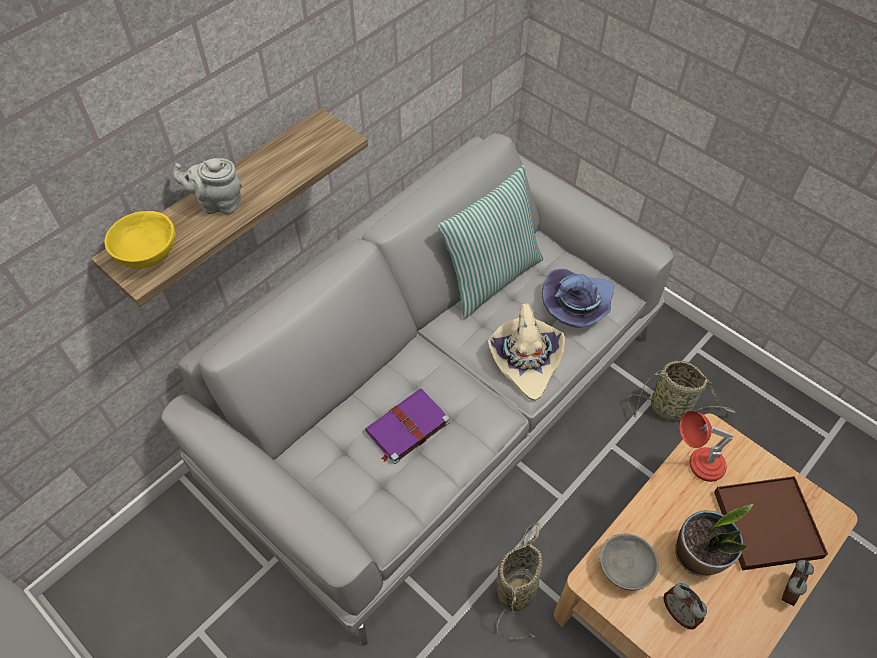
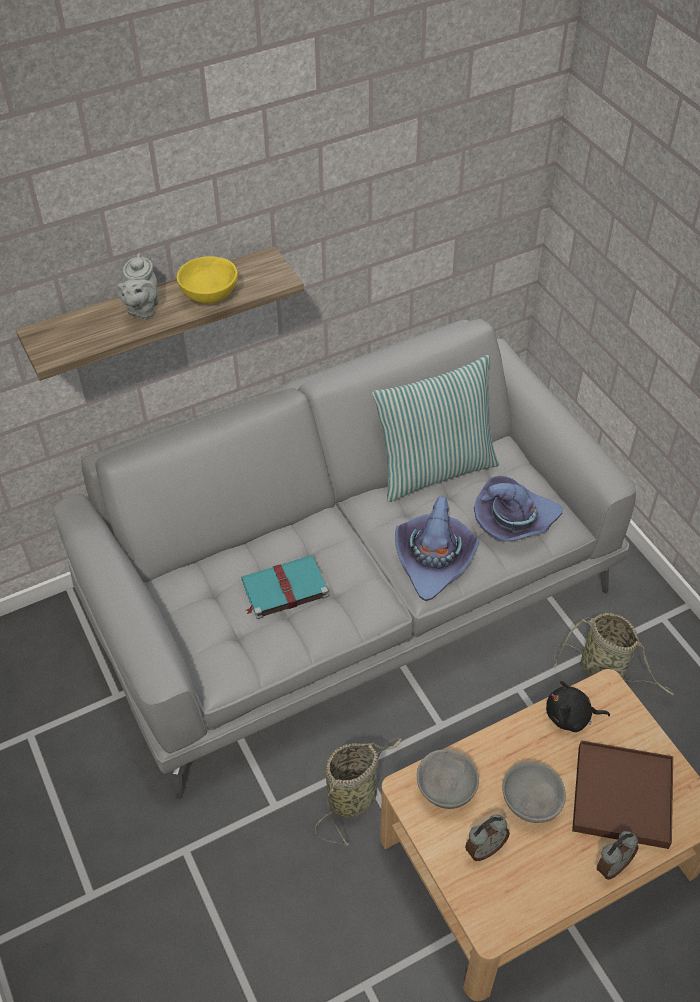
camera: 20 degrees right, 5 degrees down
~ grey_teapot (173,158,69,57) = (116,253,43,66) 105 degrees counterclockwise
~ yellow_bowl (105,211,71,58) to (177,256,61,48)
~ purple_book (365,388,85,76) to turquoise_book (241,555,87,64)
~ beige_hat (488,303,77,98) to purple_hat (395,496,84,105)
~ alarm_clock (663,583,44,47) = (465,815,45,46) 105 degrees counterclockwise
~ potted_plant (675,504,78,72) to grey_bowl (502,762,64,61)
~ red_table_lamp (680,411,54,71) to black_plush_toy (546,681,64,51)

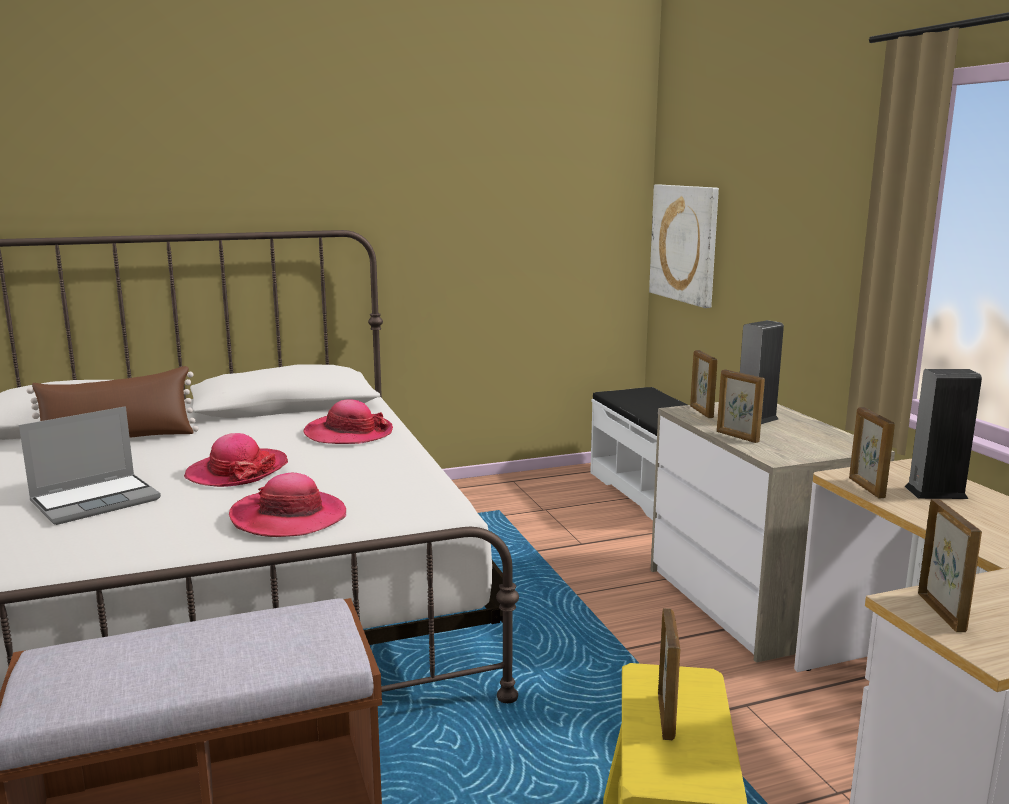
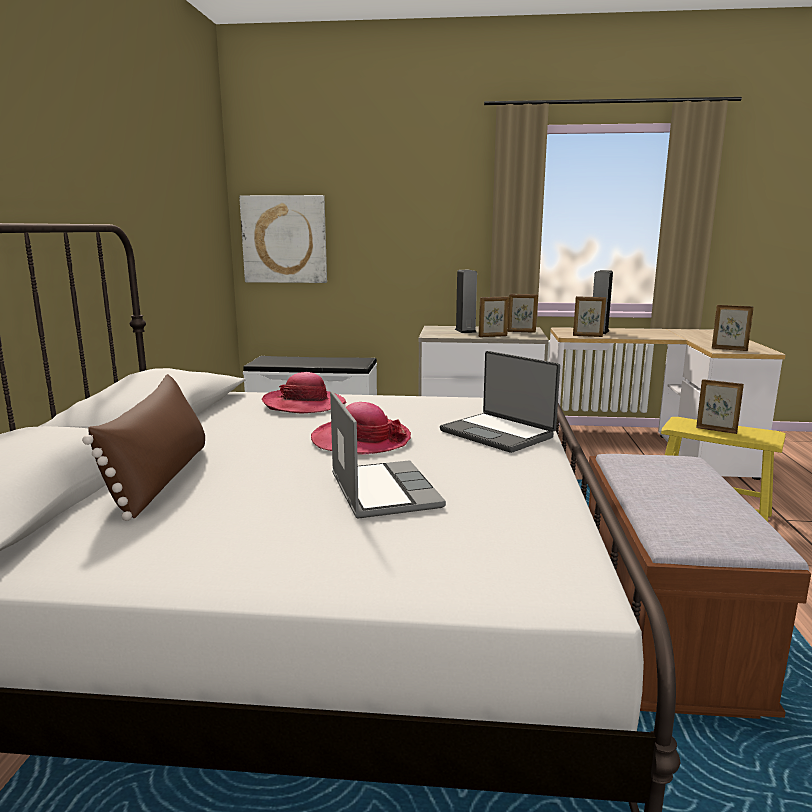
camera: 65 degrees left, 0 degrees up
~ hat (229,473,117,64) to laptop (440,351,120,102)
~ picture_frame (690,350,28,68) to (508,294,30,39)

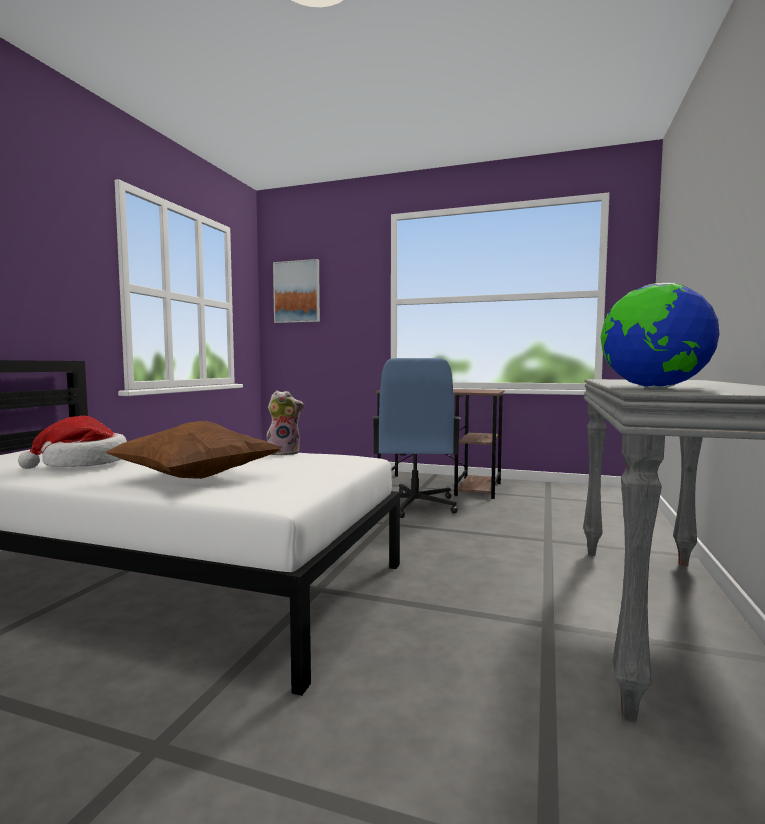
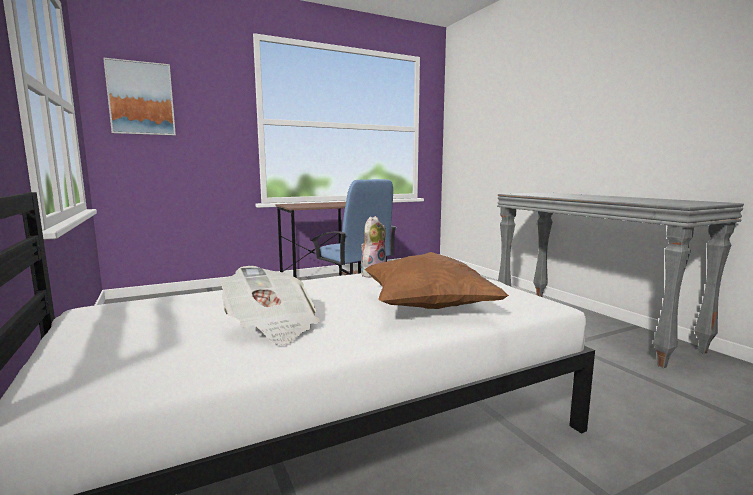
camera: 45 degrees left, 5 degrees up
~ hat (18,416,109,53) to newspaper (221,266,99,79)
- globe (601,283,118,105)

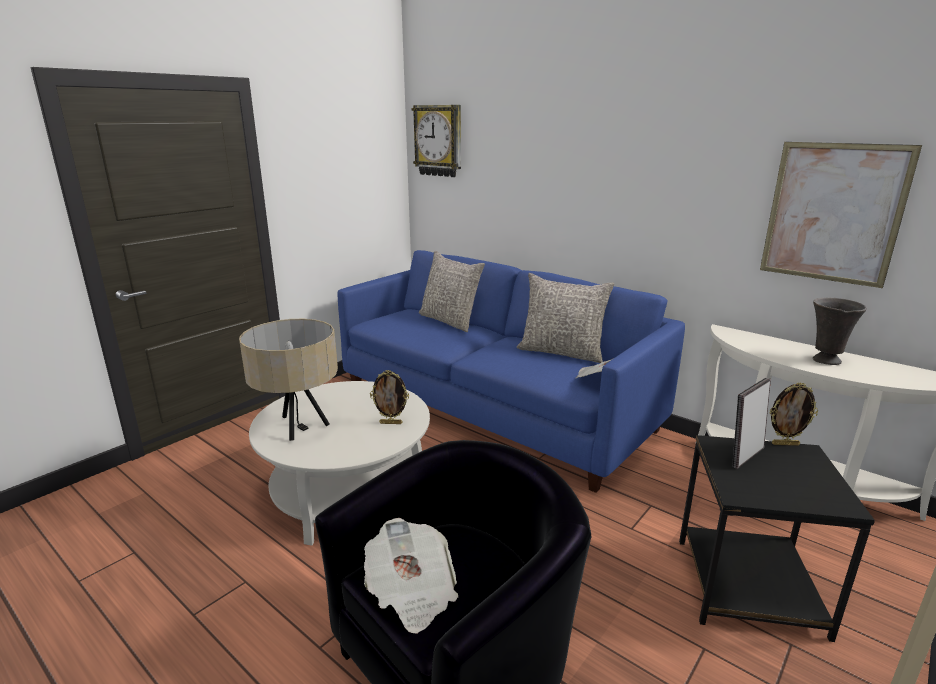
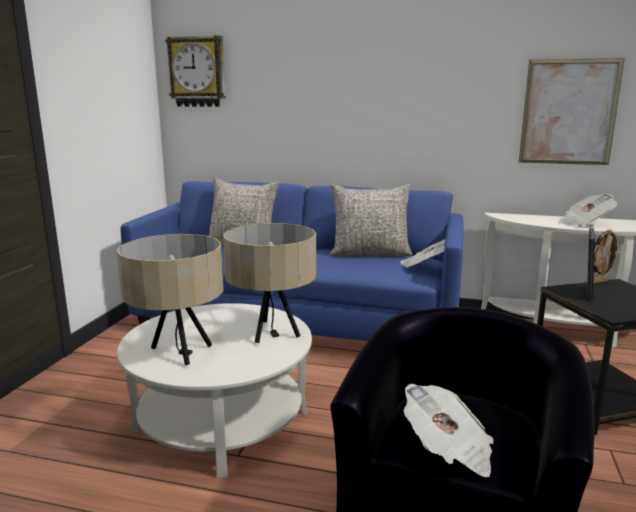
camera: 25 degrees left, 5 degrees down
~ picture_frame (370,370,39,54) to beige_table_lamp (223,223,93,120)
~ grey_vase (813,298,54,67) to newspaper (558,194,59,32)

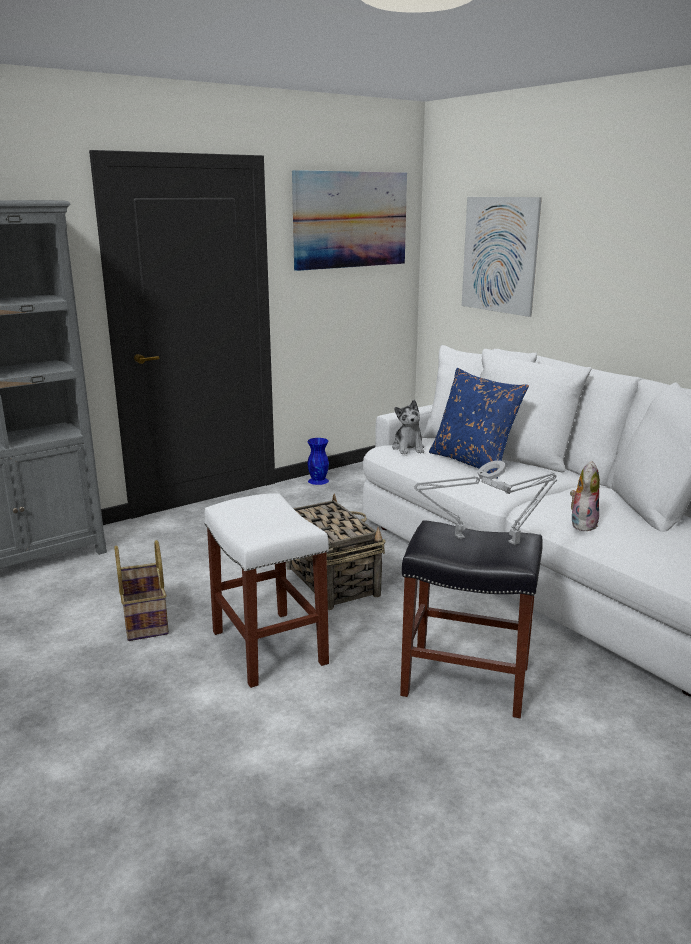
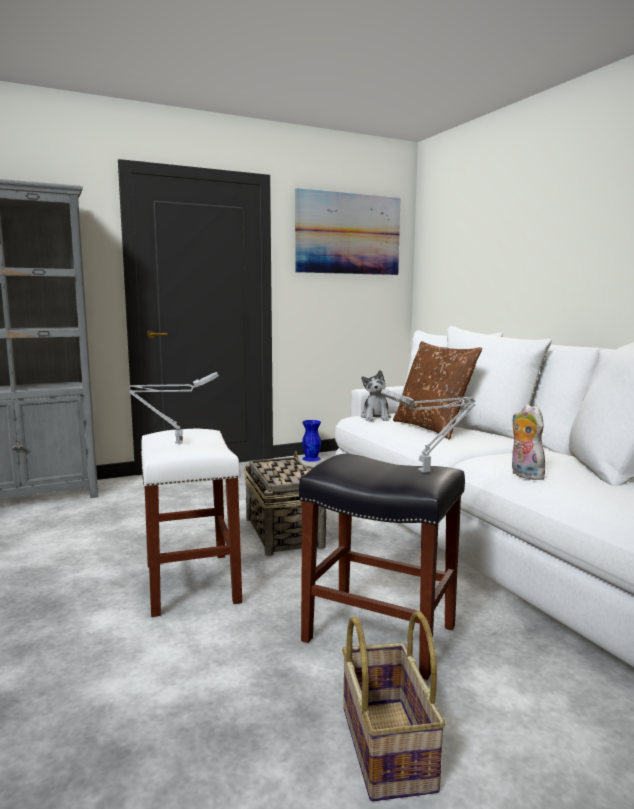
camera: 10 degrees right, 10 degrees down
~ grey_table_lamp (414,460,92,79) to (127,372,92,72)
~ basket (114,540,55,101) to (342,611,104,191)
~ blue_pillow (429,368,100,111) to brown_pillow (393,341,89,98)
~ plush_toy (570,461,30,70) = (512,404,34,76) 60 degrees counterclockwise
- picture (462,197,80,120)

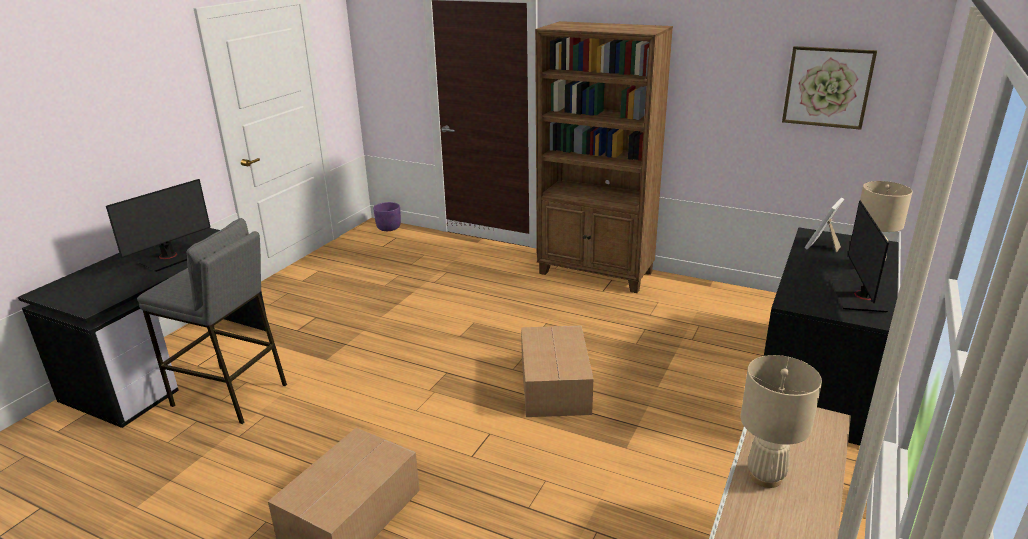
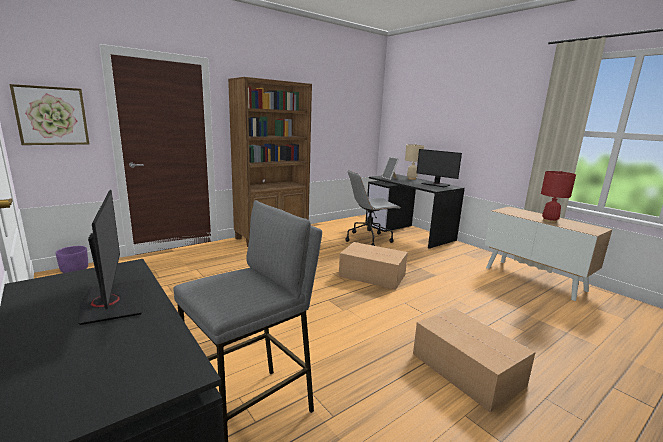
camera: 65 degrees left, 10 degrees down
~ picture (782,46,95,84) to (9,84,80,61)
+ grey_office_chair (345,170,55,76)
~ beige_table_lamp (740,355,82,133) to red_table_lamp (541,171,35,52)

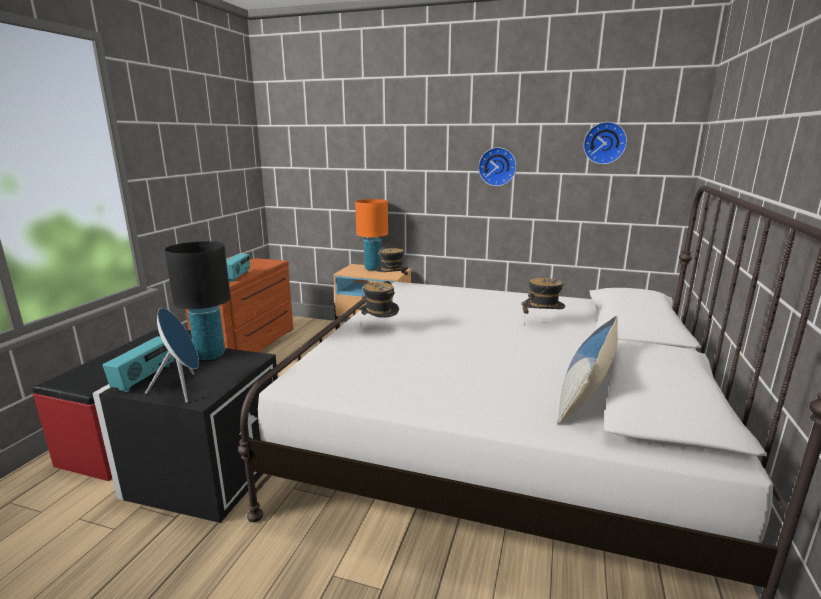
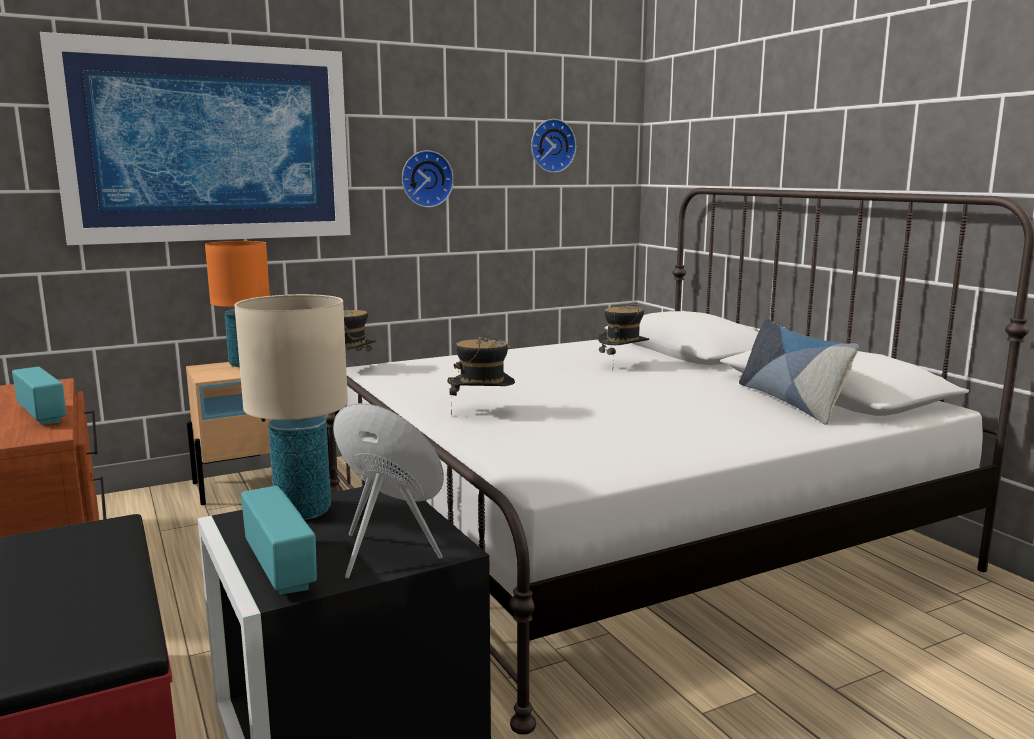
camera: 45 degrees left, 5 degrees down
+ picture (40,32,310,213)
~ black_table_lamp (164,241,67,119) to beige_table_lamp (234,294,114,226)

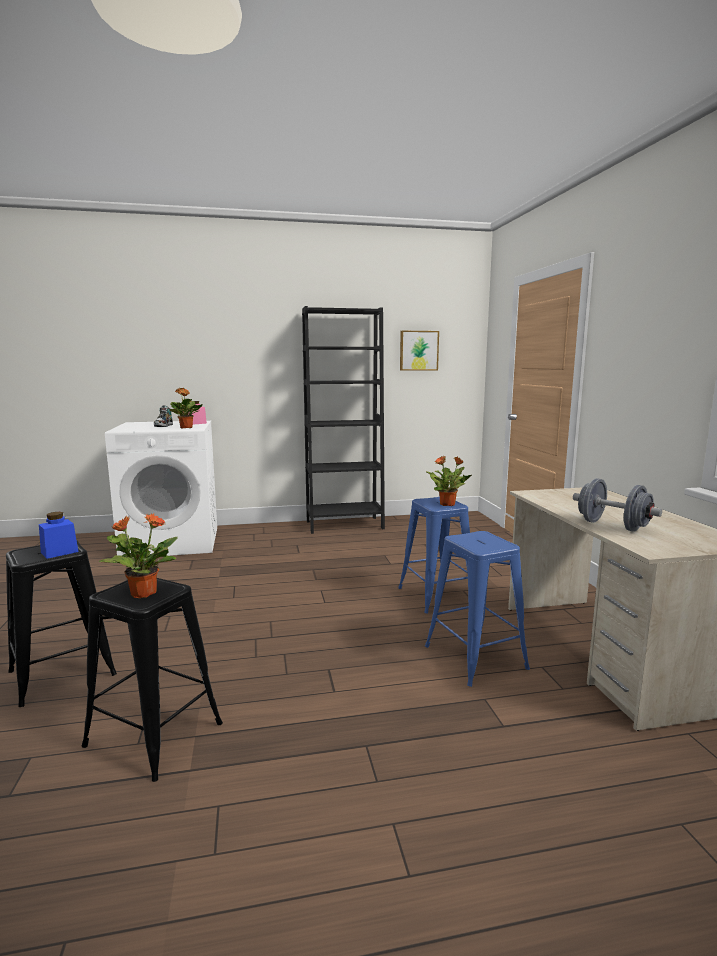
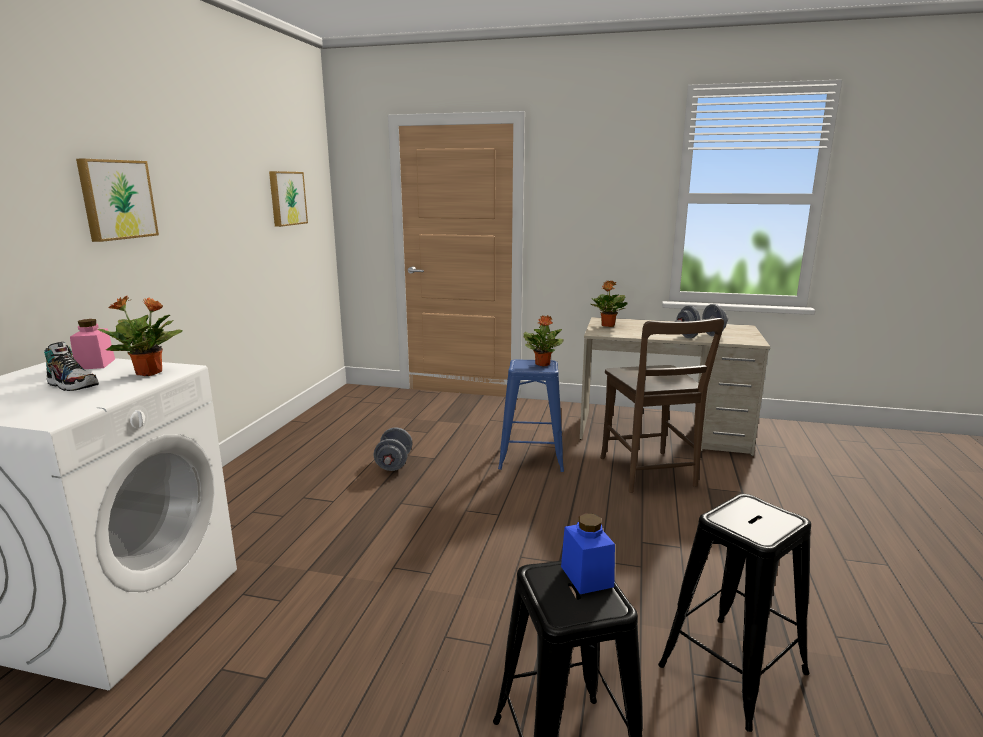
camera: 65 degrees left, 5 degrees up
+ picture (76,159,83,83)
+ grey_dumbbell (374,427,38,44)
~ potted_plant (99,513,79,85) to (591,280,37,47)
~ blue_stool (425,531,105,156) to brown_chair (600,318,124,175)
- black_bookcase (302,306,83,228)

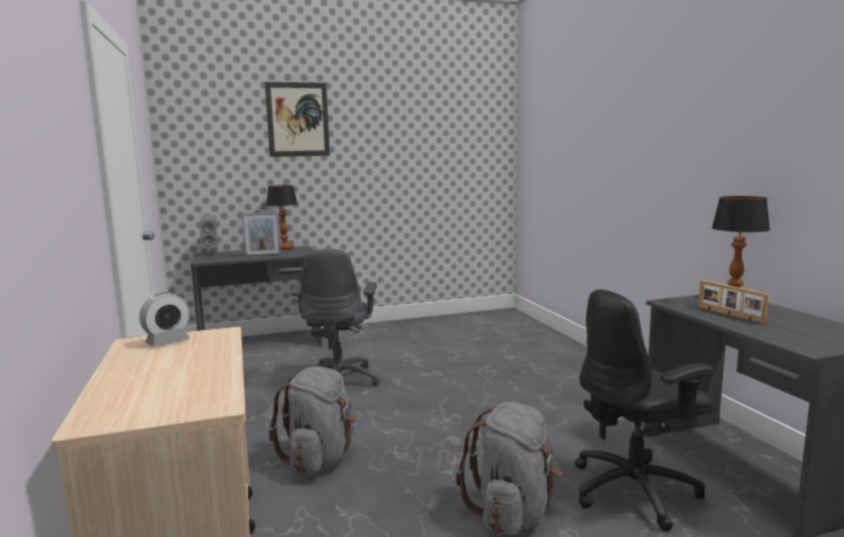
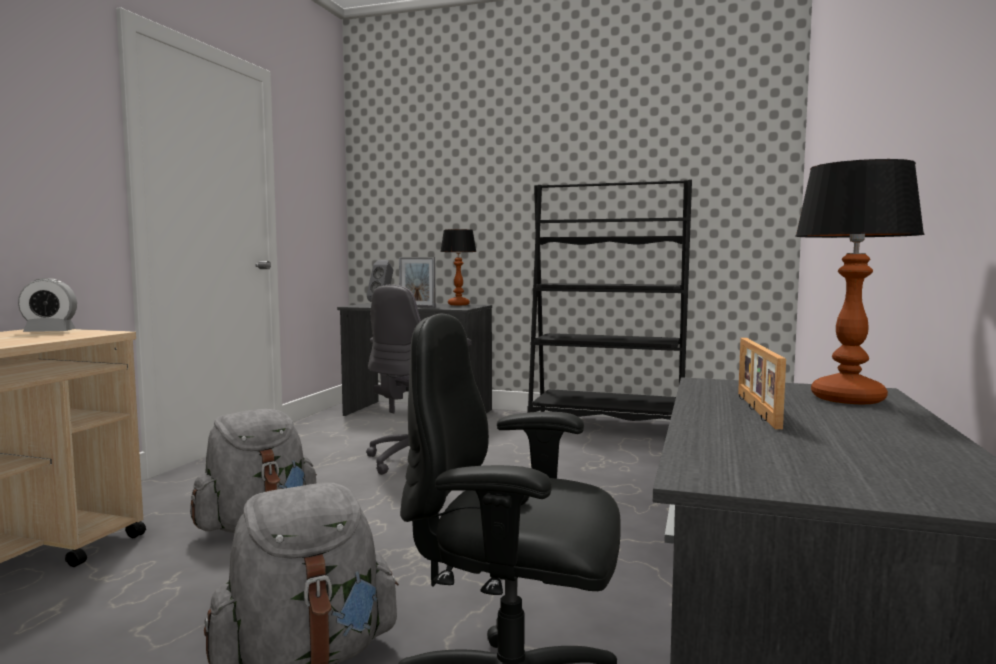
camera: 35 degrees right, 5 degrees down
+ black_bookcase (527,179,165,242)
- picture (265,82,65,75)

